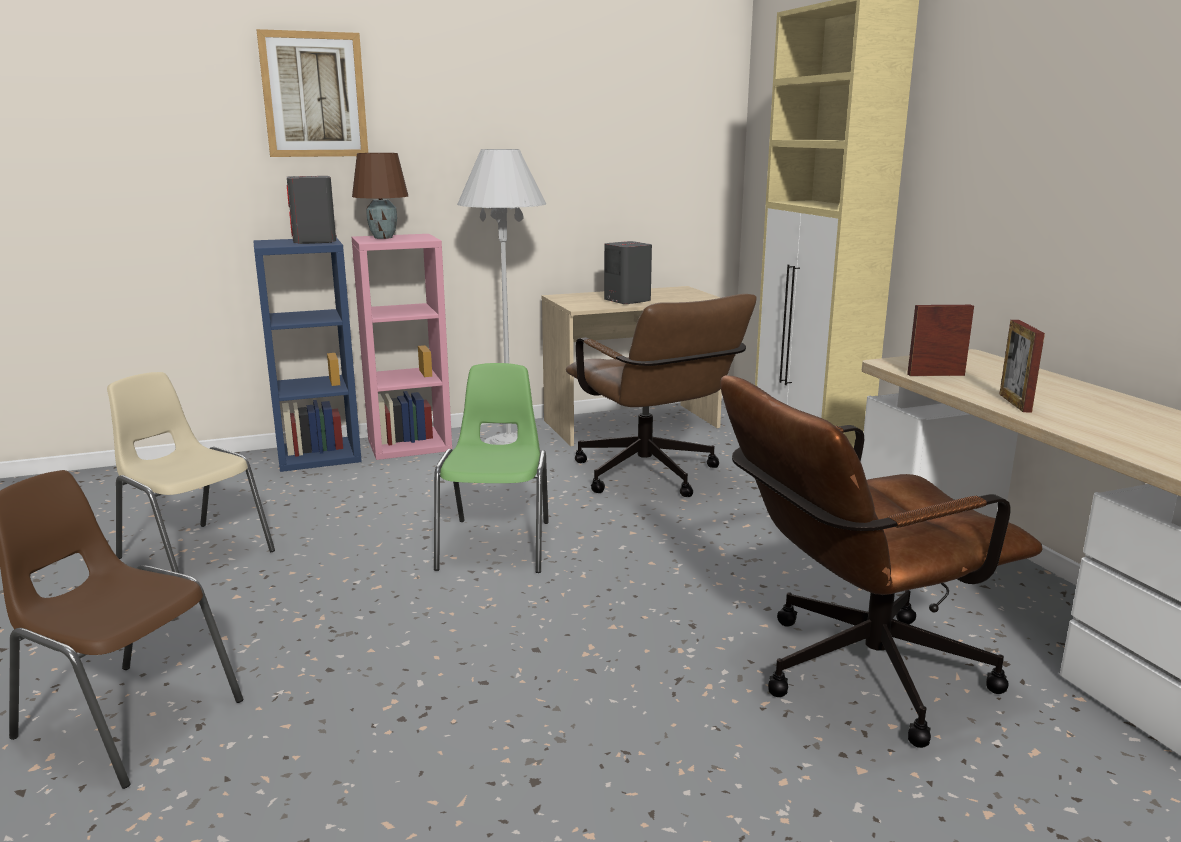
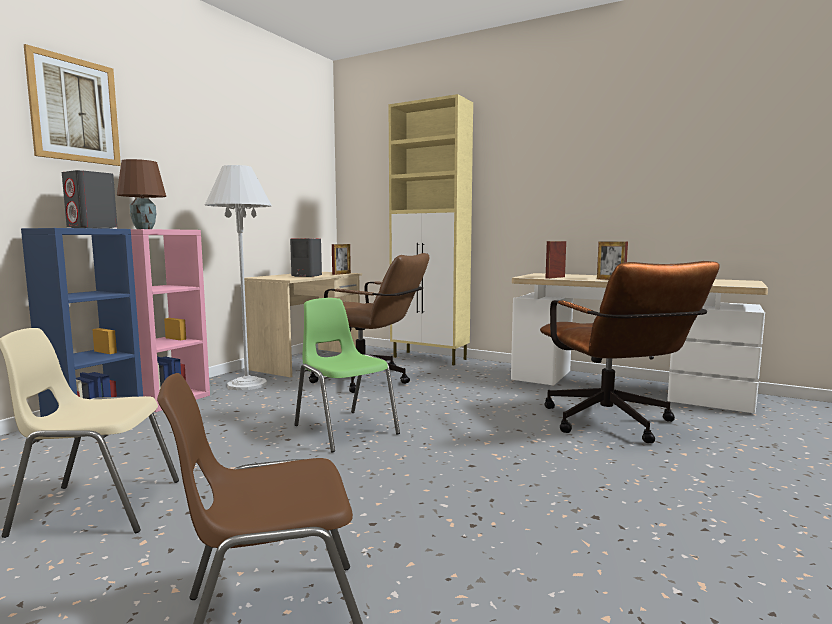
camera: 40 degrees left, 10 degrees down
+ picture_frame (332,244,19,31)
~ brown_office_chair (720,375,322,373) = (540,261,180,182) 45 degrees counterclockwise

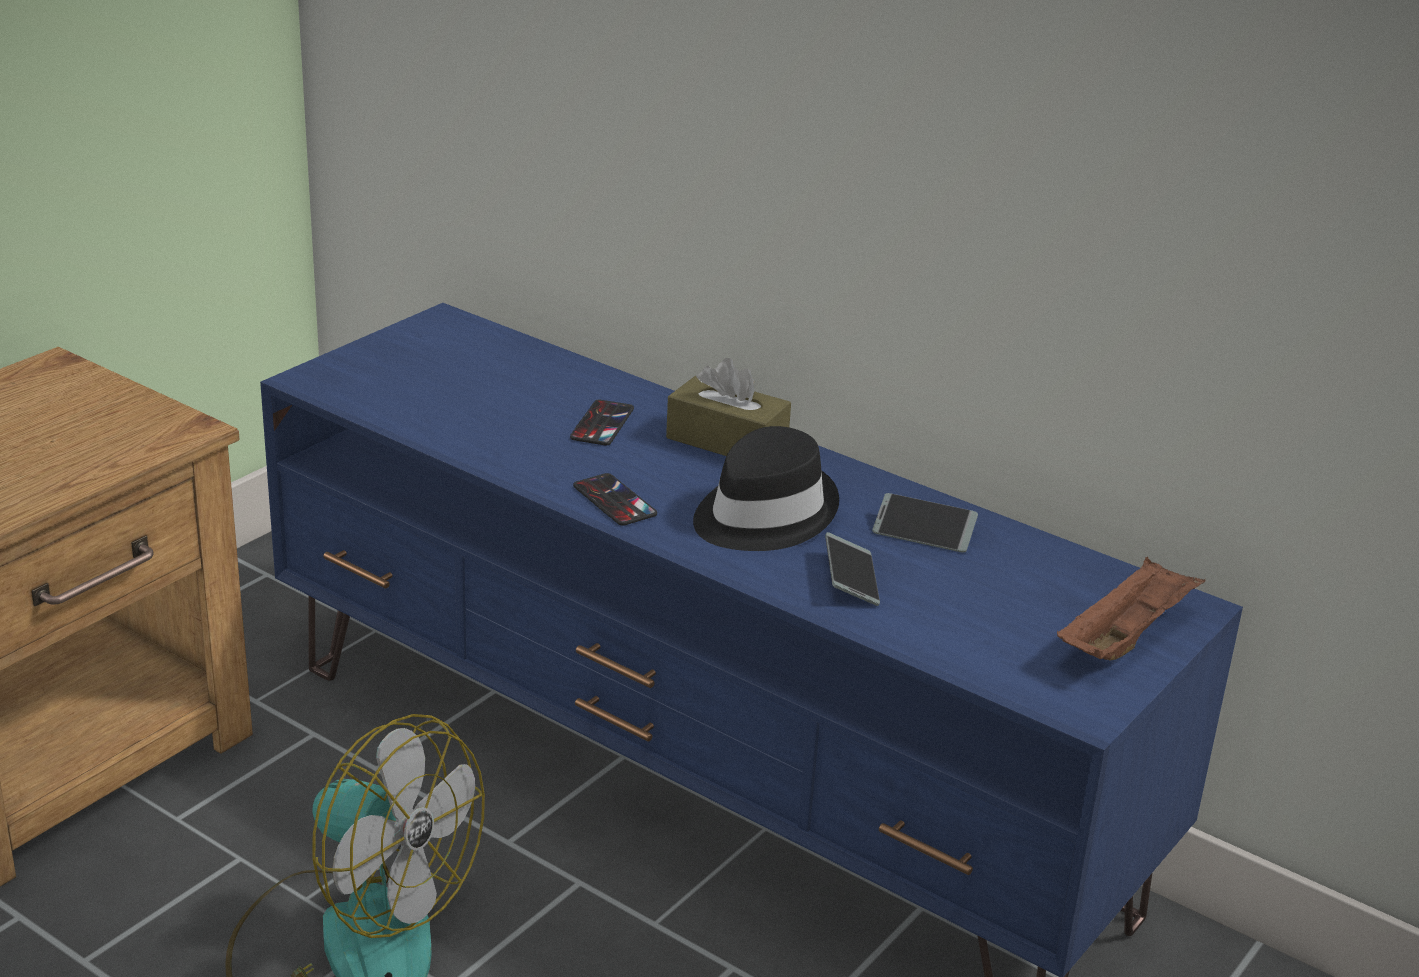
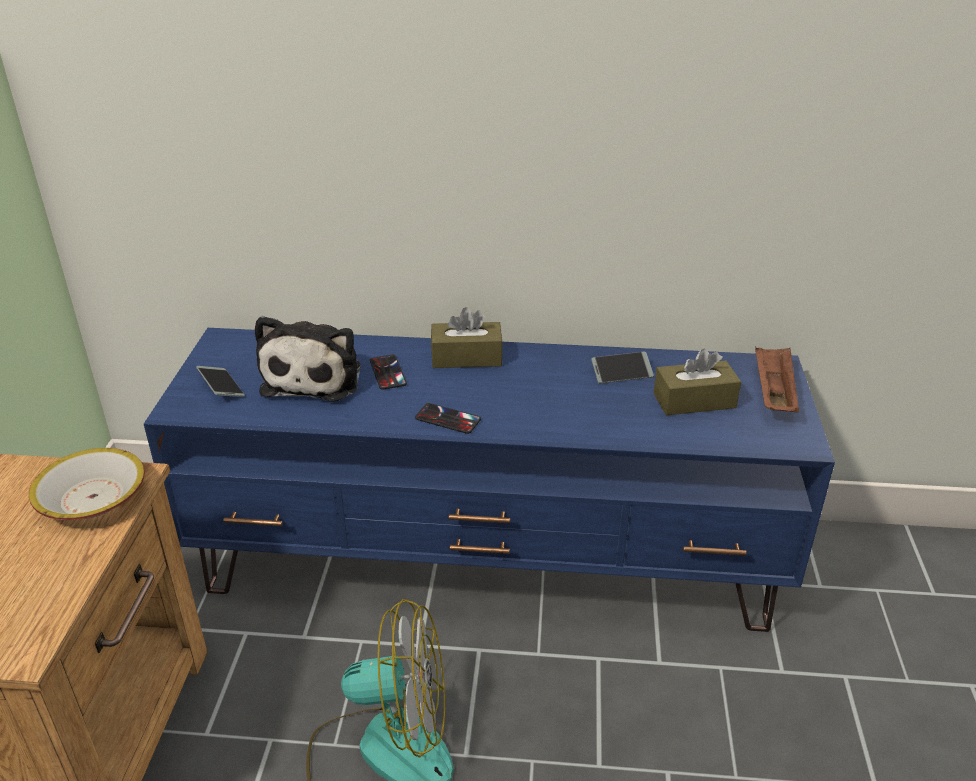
camera: 30 degrees left, 5 degrees up
+ bowl (29,448,116,72)
~ phone (825,532,55,74) to (196,366,49,31)
+ plush_toy (255,316,105,86)
+ brown_tissue_box (653,349,88,66)
- black_hat (693,426,146,125)

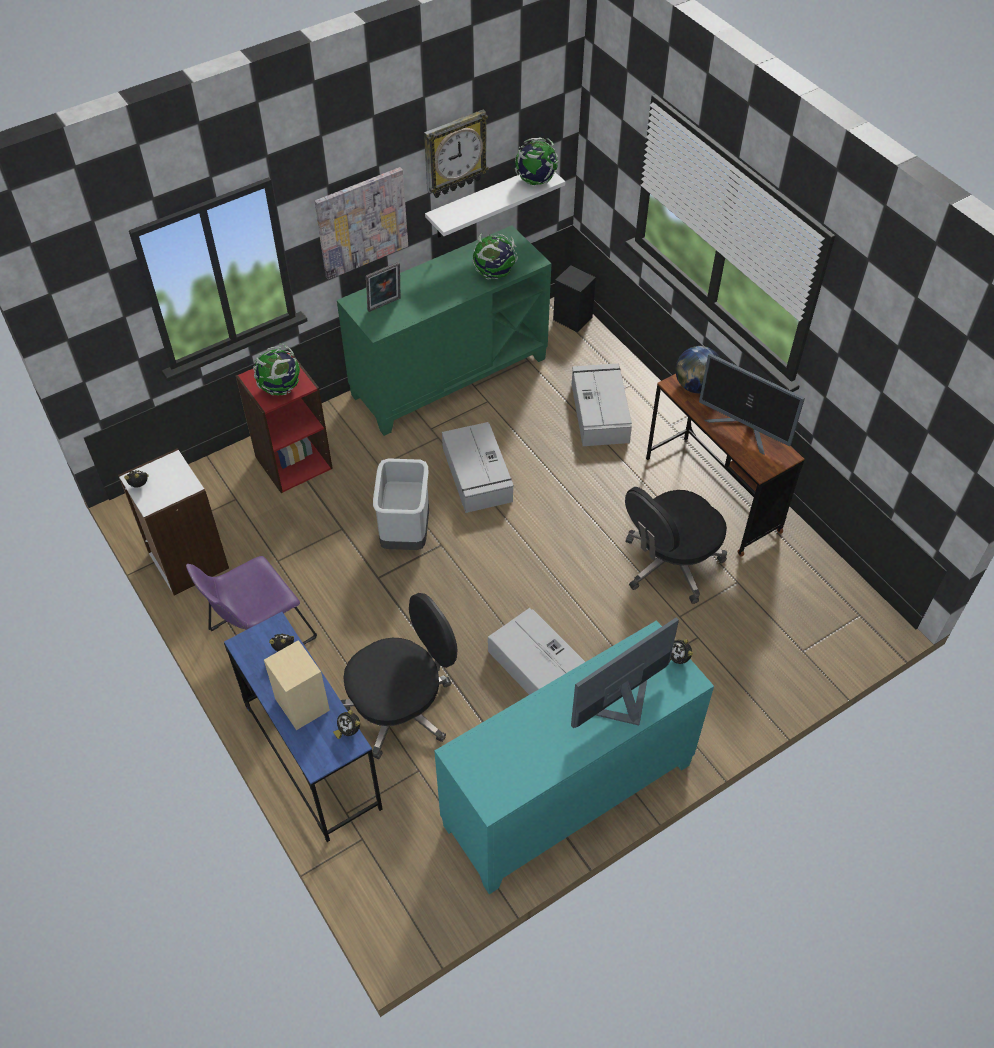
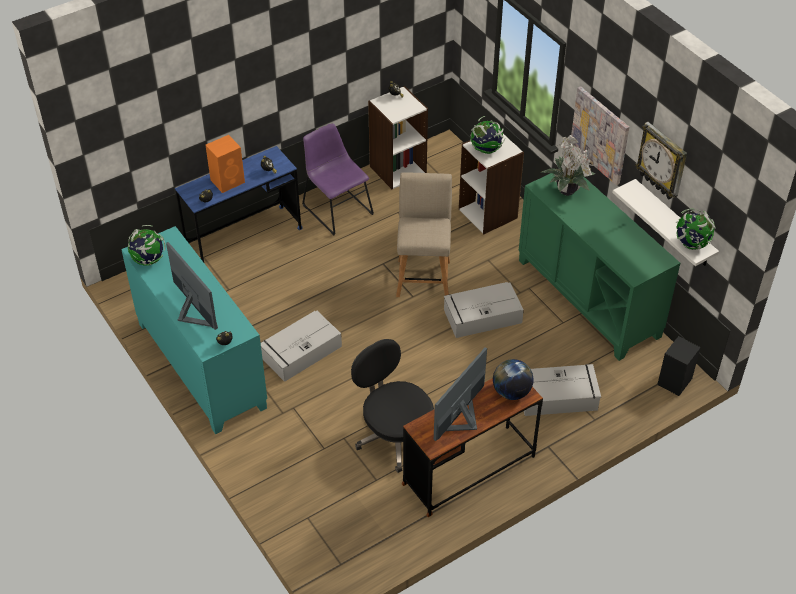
camera: 90 degrees right, 5 degrees down
~ globe (472,233,46,46) to (128,225,37,41)
~ beige_speaker (264,640,66,90) to orange_speaker (205,135,40,58)
~ grey_trash_can (373,458,56,92) to beige_chair (396,172,56,125)
~ red_bookcase (236,353,97,140) to white_bookcase (459,134,65,100)
~ picture_frame (366,262,35,50) to potted_plant (541,135,54,61)
- black_office_chair (341,593,116,166)

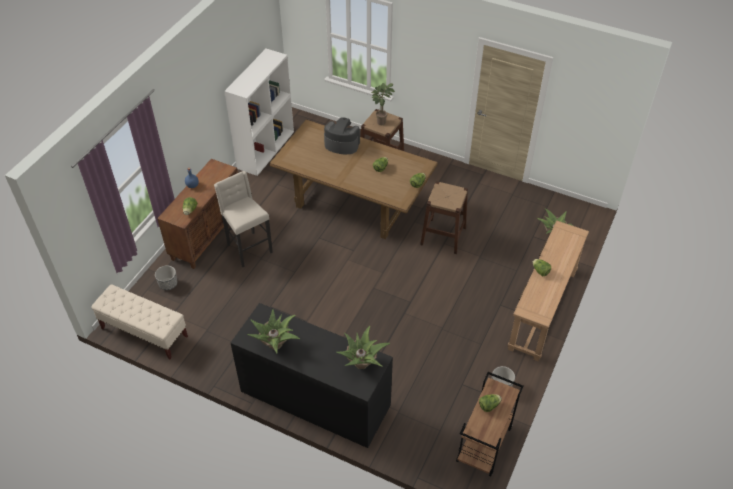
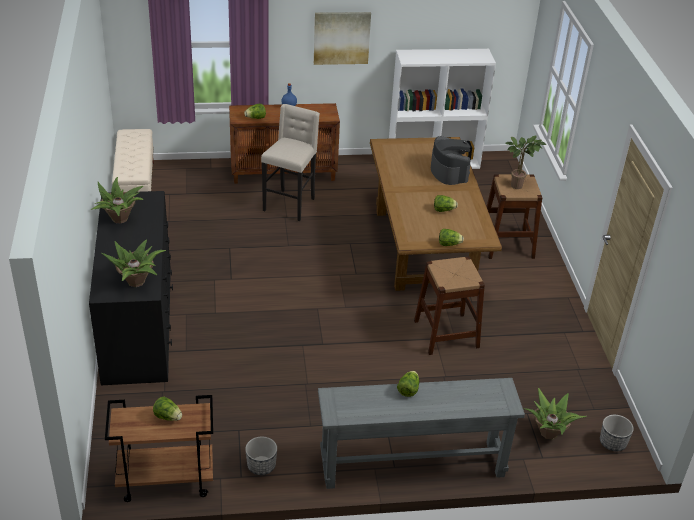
camera: 55 degrees right, 10 degrees down
+ picture (314,12,57,53)
~ brown_console_table (508,221,81,141) to grey_console_table (318,378,207,111)
~ planter (155,265,22,25) to (600,415,34,36)

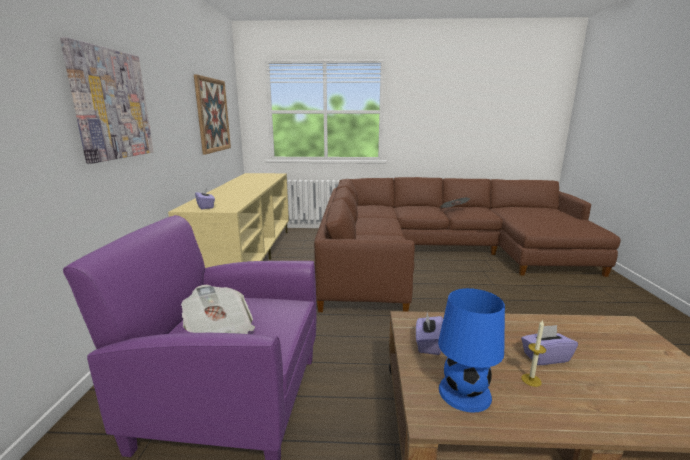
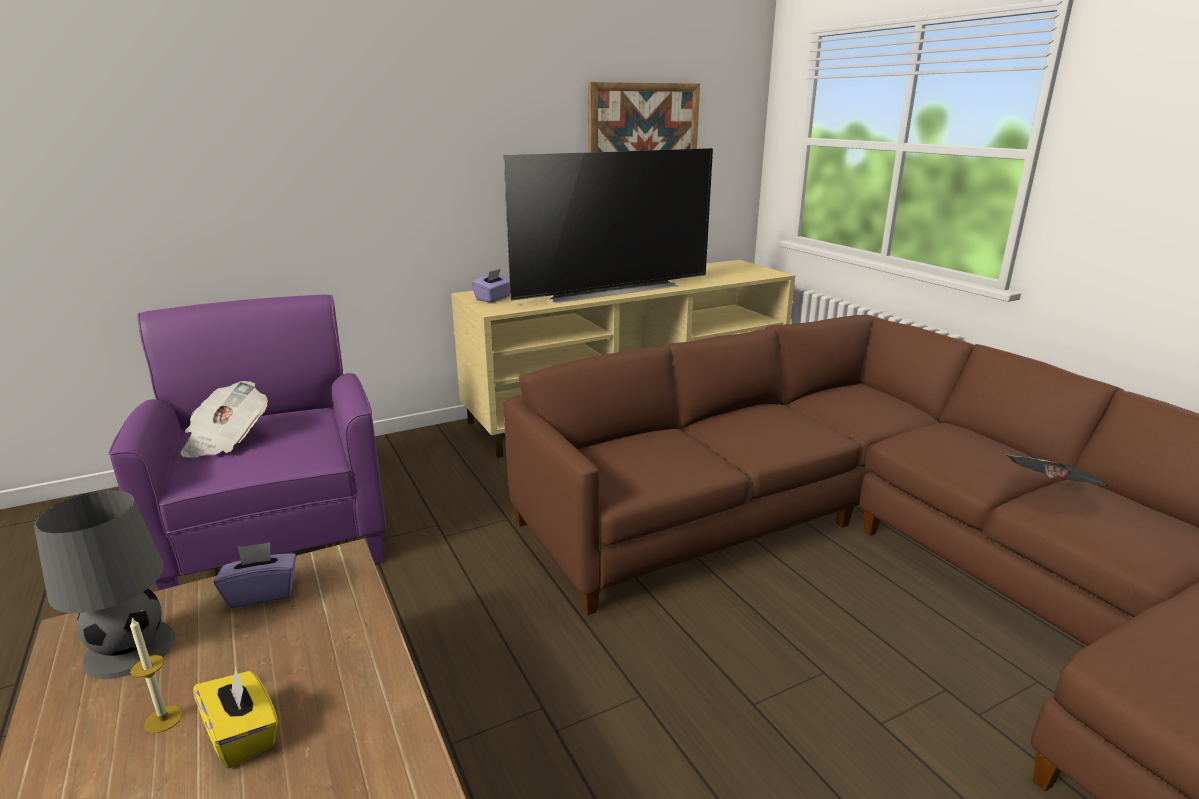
camera: 60 degrees right, 5 degrees up
~ blue_table_lamp (438,288,67,125) to grey_table_lamp (34,490,142,189)
~ purple_tissue_box (521,325,57,40) to yellow_tissue_box (193,667,85,101)
+ television (504,148,209,155)
- picture (60,37,93,126)

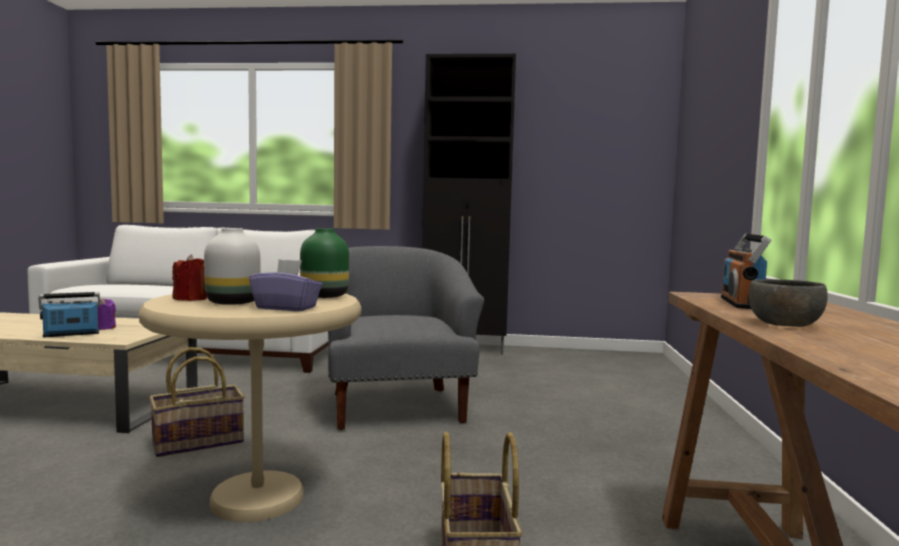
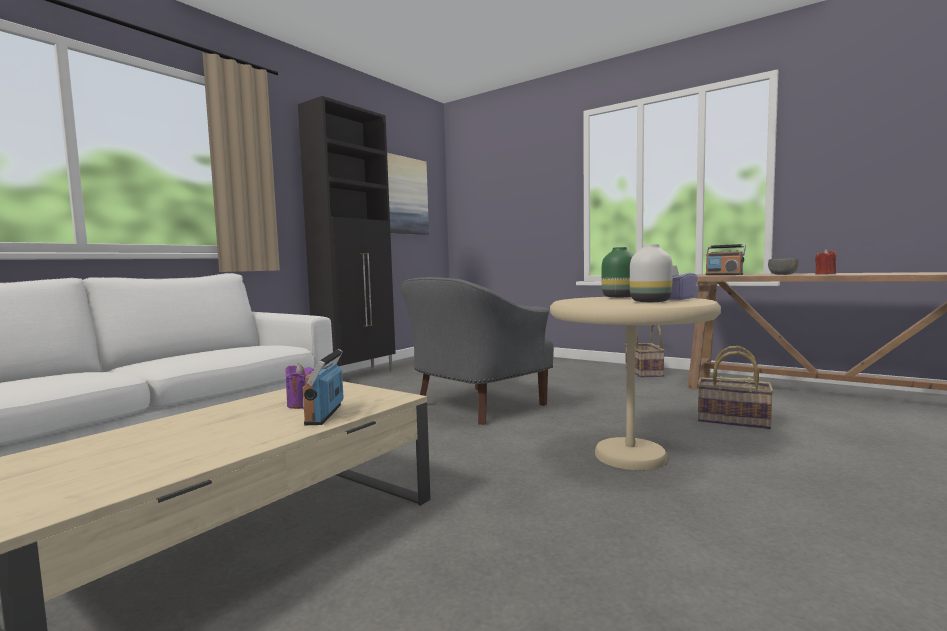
camera: 60 degrees left, 0 degrees up
+ picture (387,153,42,82)
~ grey_armchair (328,246,156,184) = (400,277,154,148) 60 degrees counterclockwise
~ basket (149,347,96,110) to (625,325,40,52)
~ red_candle (172,254,35,47) to (815,249,21,25)

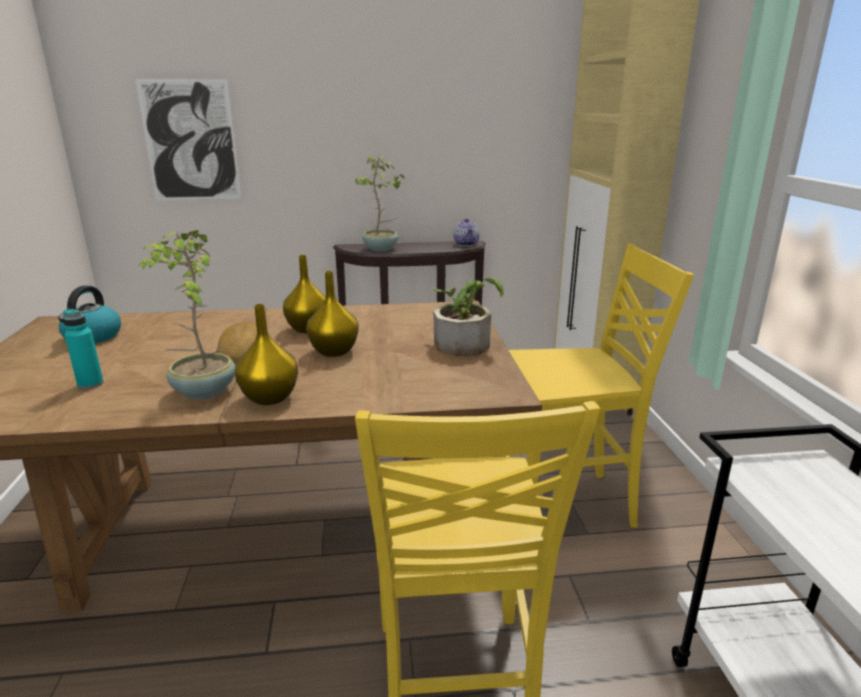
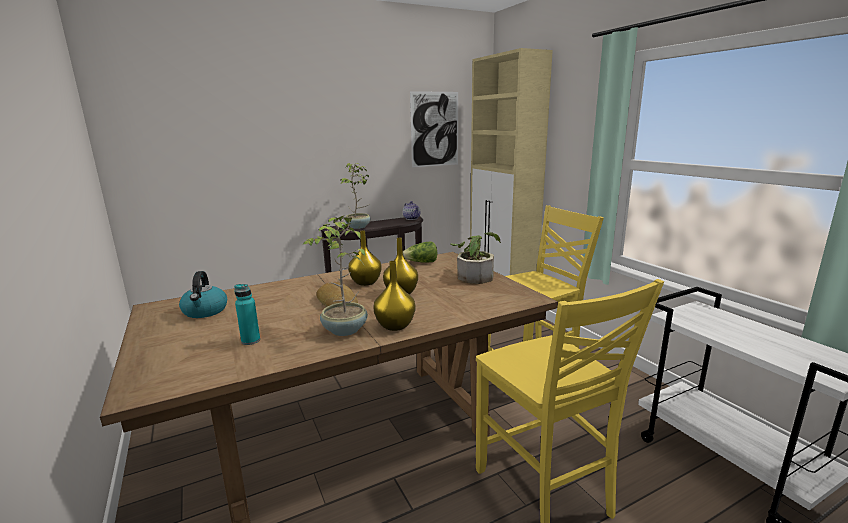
camera: 20 degrees left, 5 degrees down
+ lettuce (403,241,34,22)
~ picture (135,79,106,121) to (410,91,48,77)

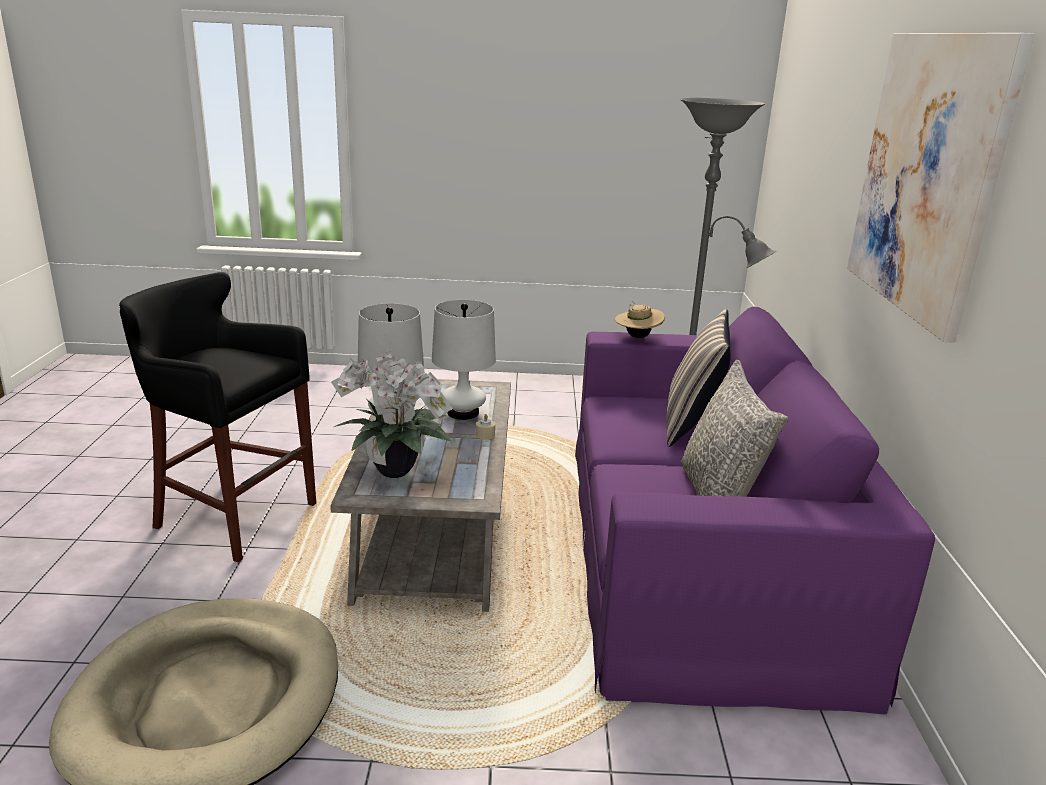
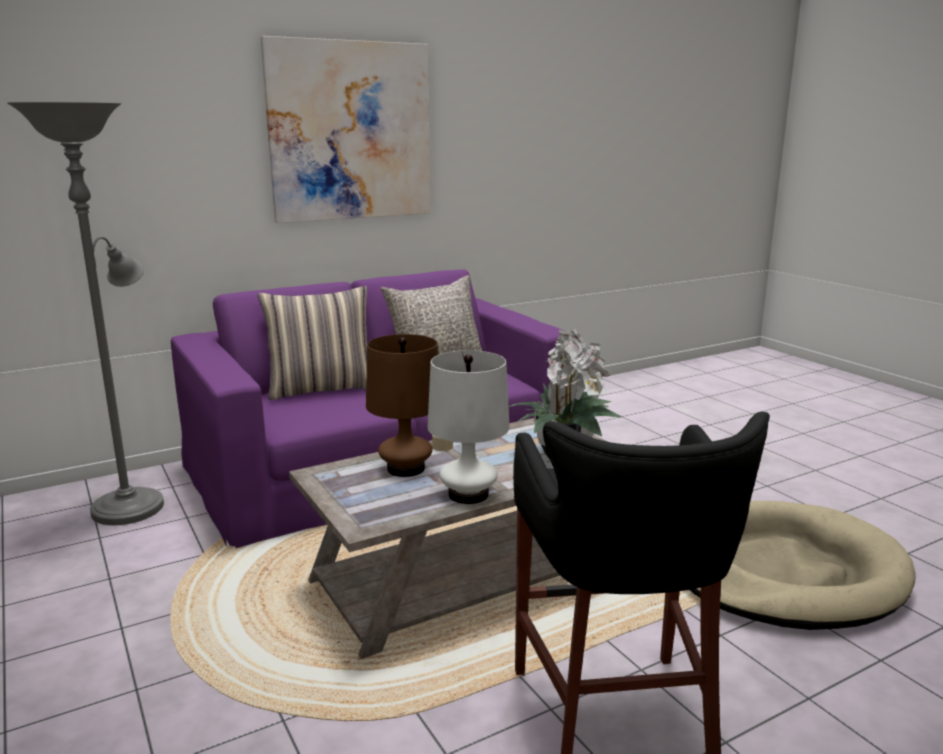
camera: 120 degrees left, 5 degrees down
~ white_table_lamp (432,300,64,120) to brown_table_lamp (366,334,72,143)
- beige_hat (615,302,50,36)

